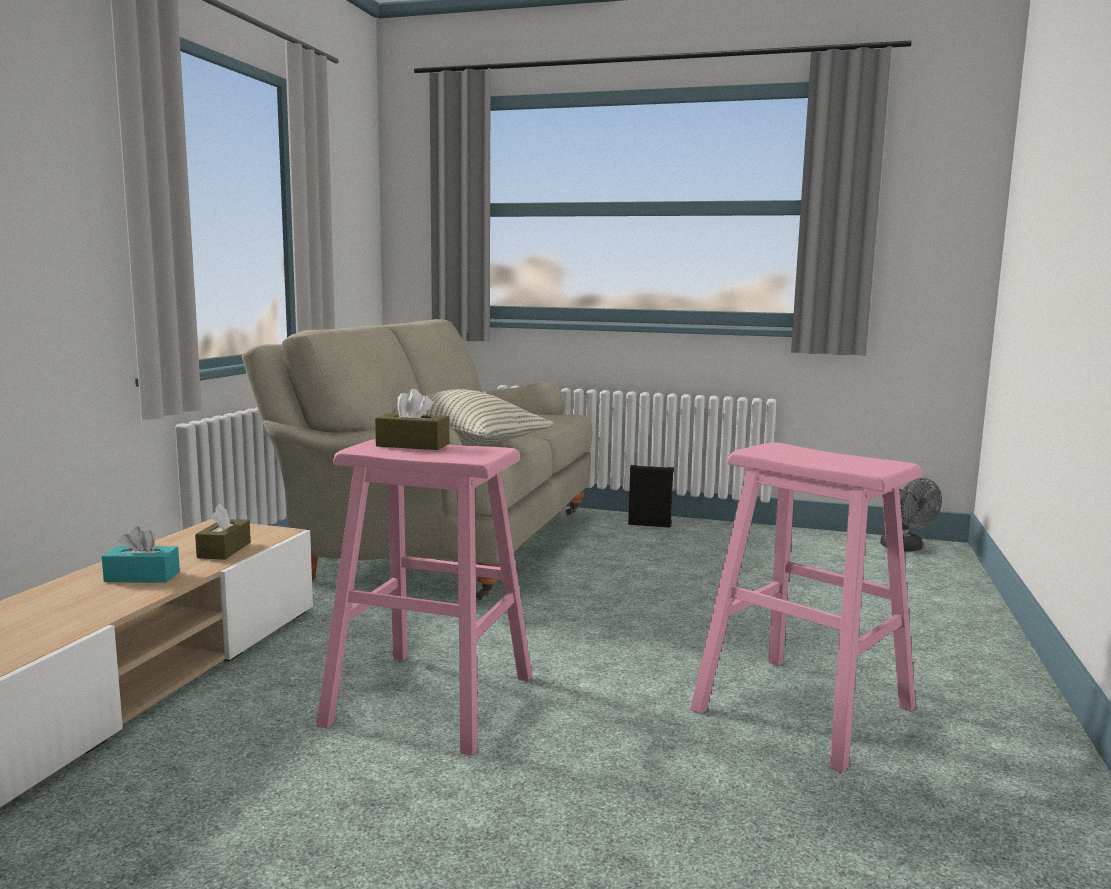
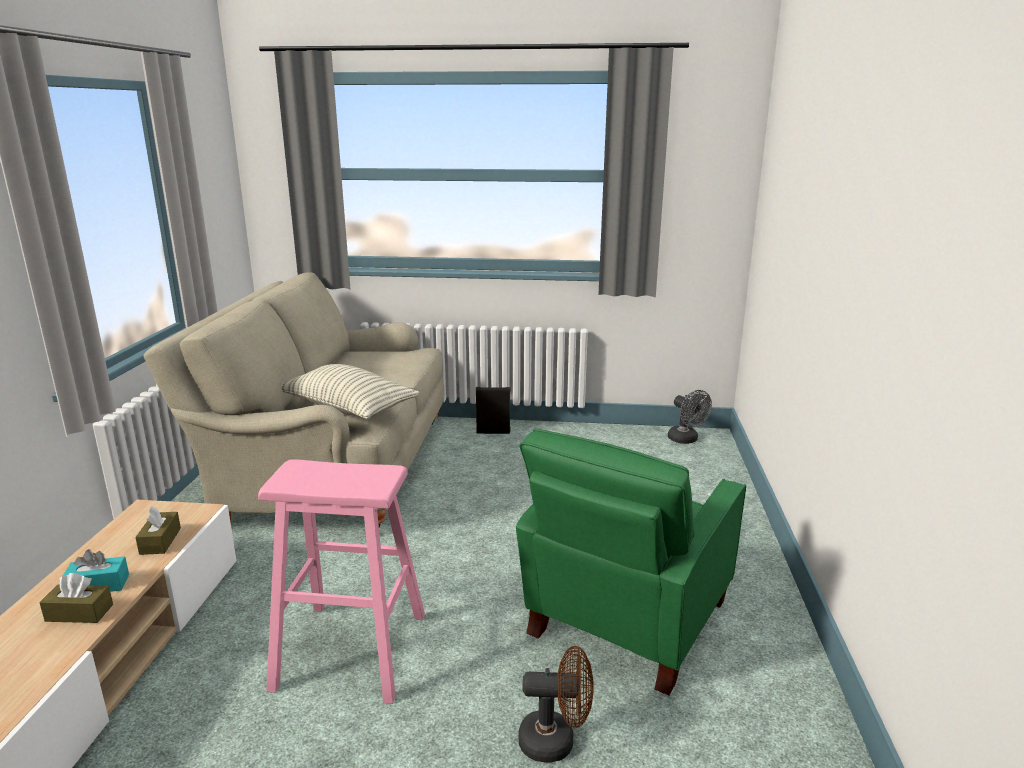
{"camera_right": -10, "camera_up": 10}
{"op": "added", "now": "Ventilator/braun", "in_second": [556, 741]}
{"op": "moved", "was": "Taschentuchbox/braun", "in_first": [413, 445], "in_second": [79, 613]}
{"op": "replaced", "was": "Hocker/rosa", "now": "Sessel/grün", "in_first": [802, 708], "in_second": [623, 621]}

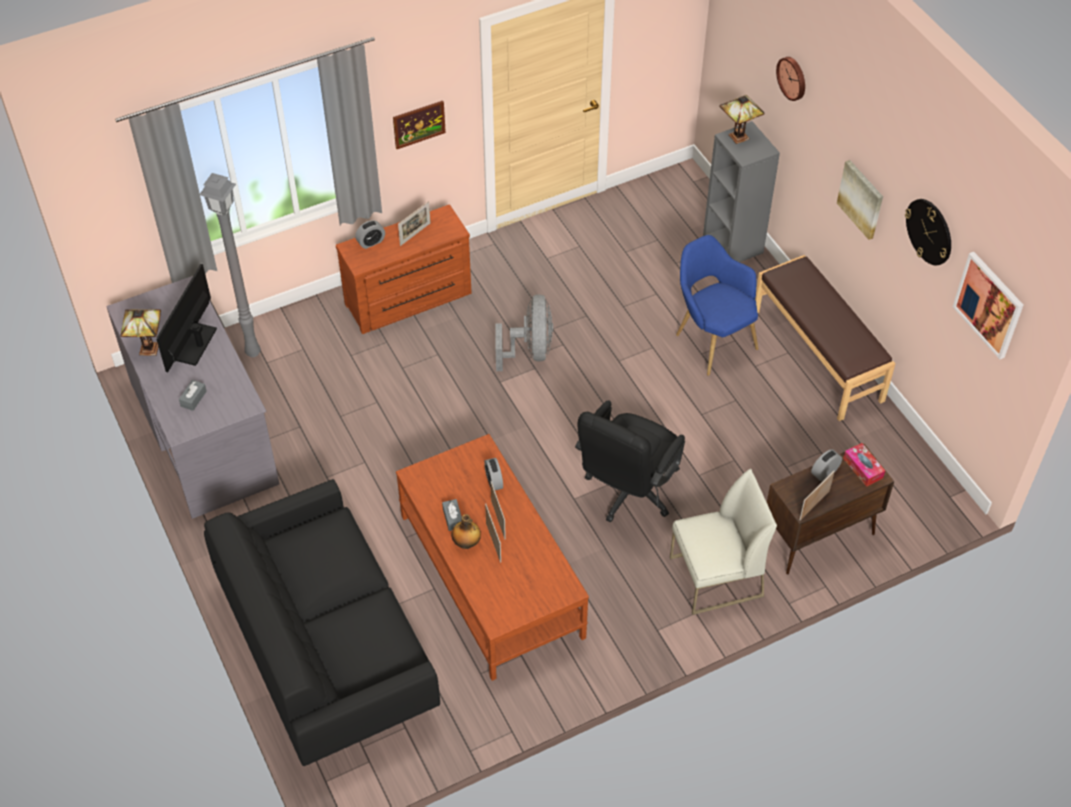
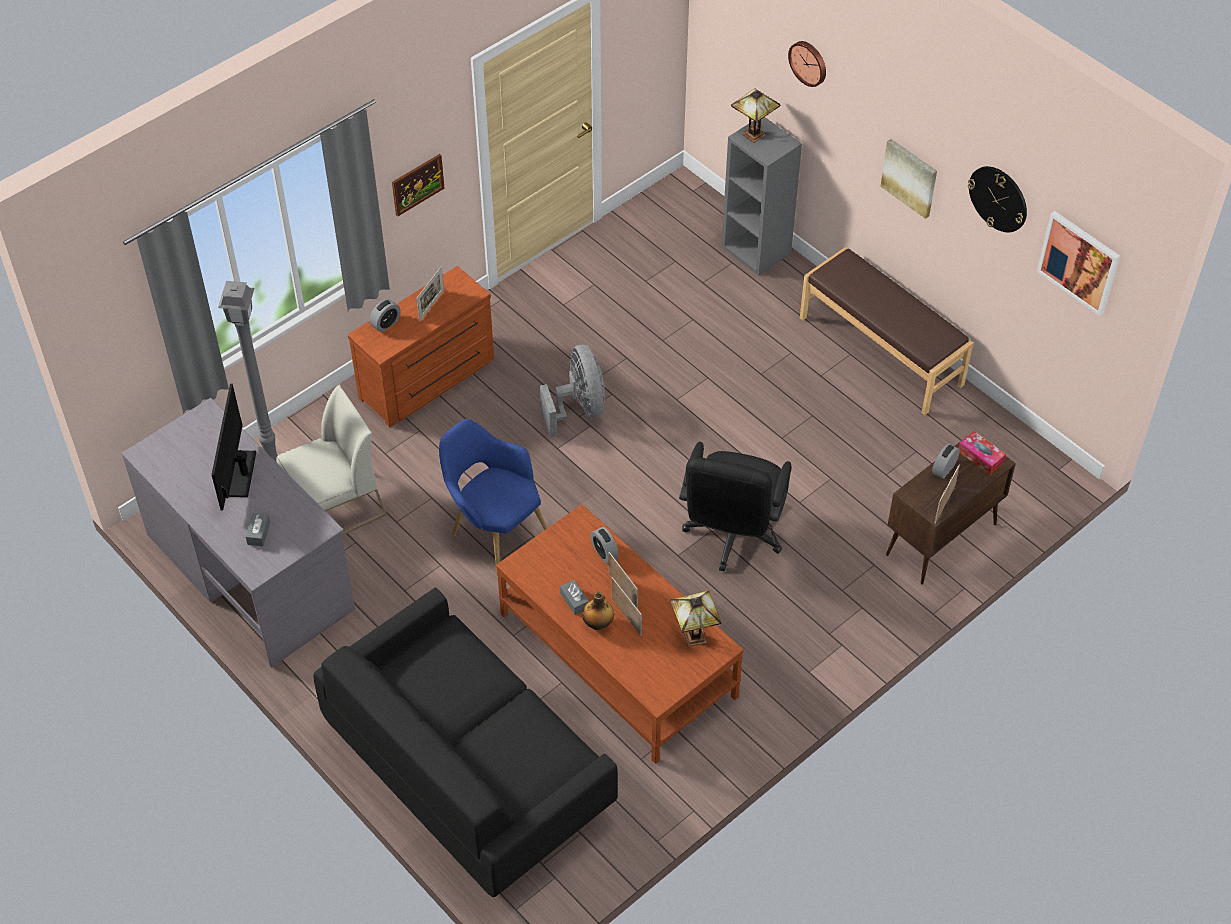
{"camera_right": -15, "camera_up": 0}
{"op": "moved", "was": "Tischlampe", "in_first": [147, 349], "in_second": [693, 638]}
{"op": "moved", "was": "Stuhl/weiß", "in_first": [715, 577], "in_second": [335, 507]}
{"op": "moved", "was": "Sessel/blau", "in_first": [711, 339], "in_second": [493, 532]}

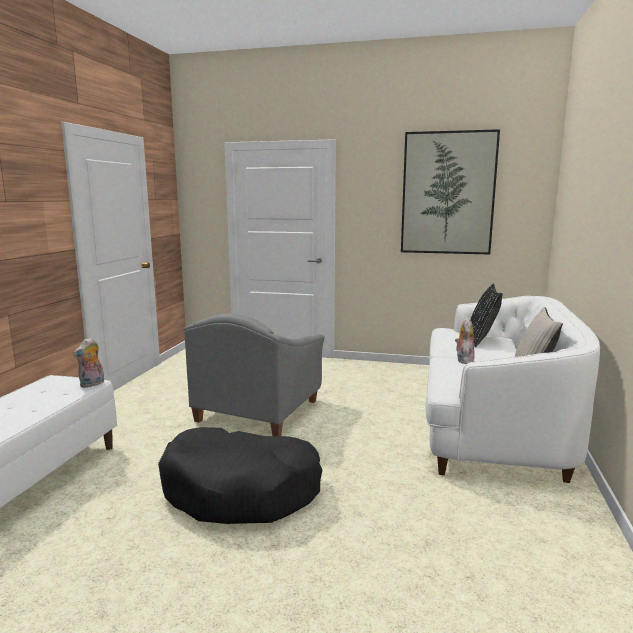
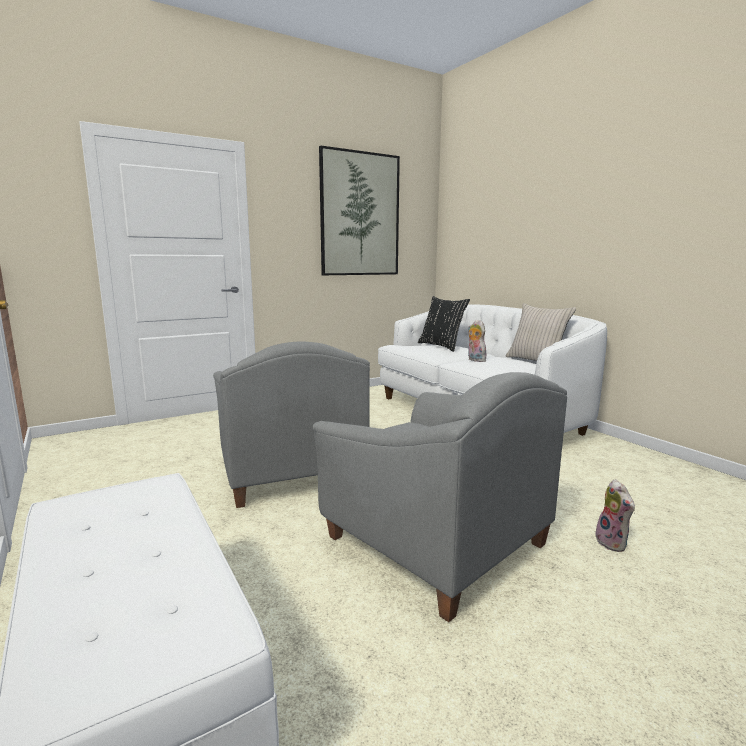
{"camera_right": -45, "camera_up": 0}
{"op": "moved", "was": "Plüschtier", "in_first": [92, 384], "in_second": [613, 543]}
{"op": "replaced", "was": "Hundebett/schwarz", "now": "Sessel/grau", "in_first": [241, 490], "in_second": [433, 543]}

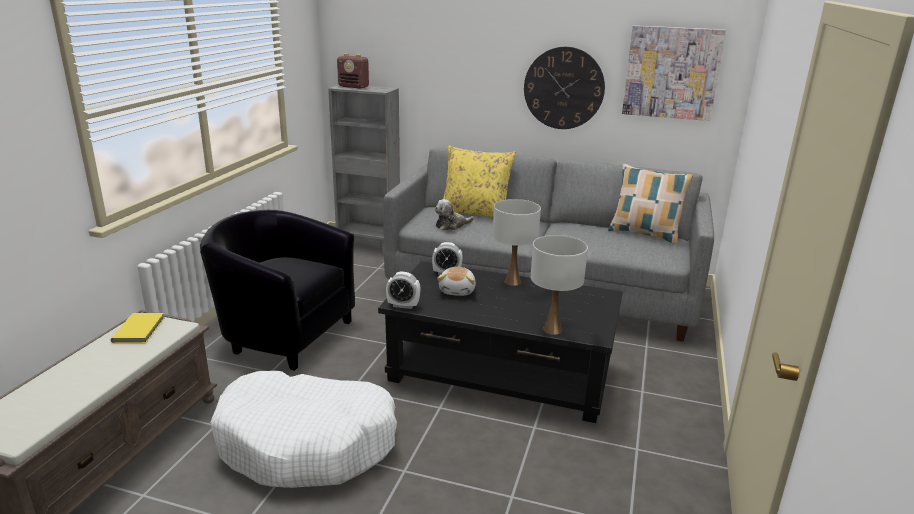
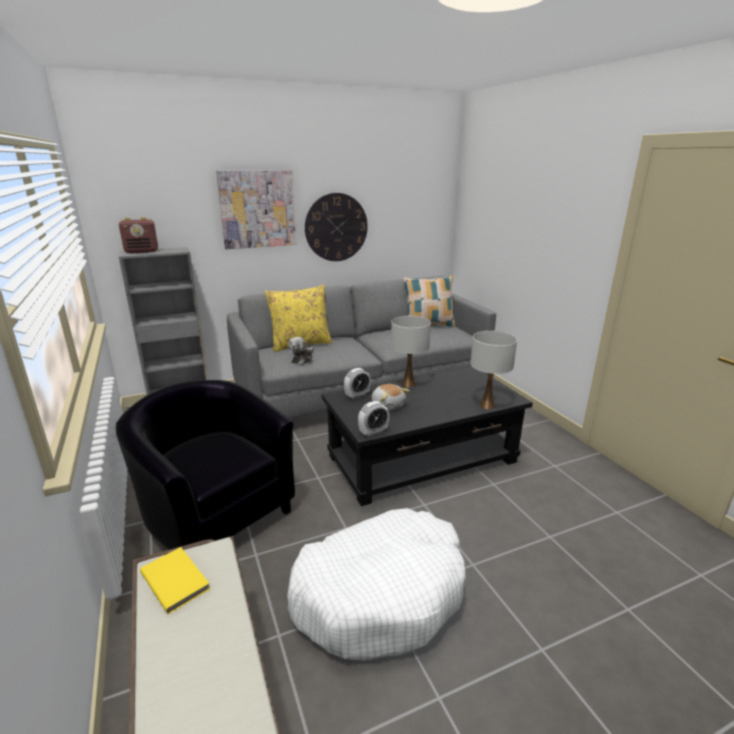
{"camera_right": -40, "camera_up": 0}
{"op": "moved", "was": "Bild", "in_first": [671, 73], "in_second": [257, 209]}
{"op": "turned", "was": "Sessel/schwarz", "in_first": [283, 334], "in_second": [215, 515], "clockwise": 60}

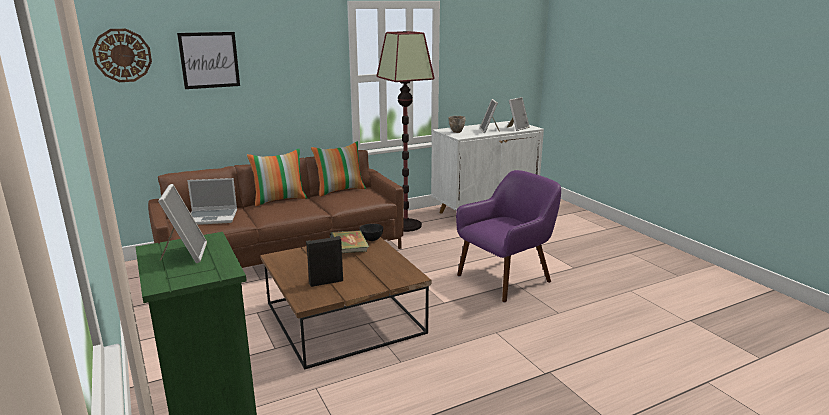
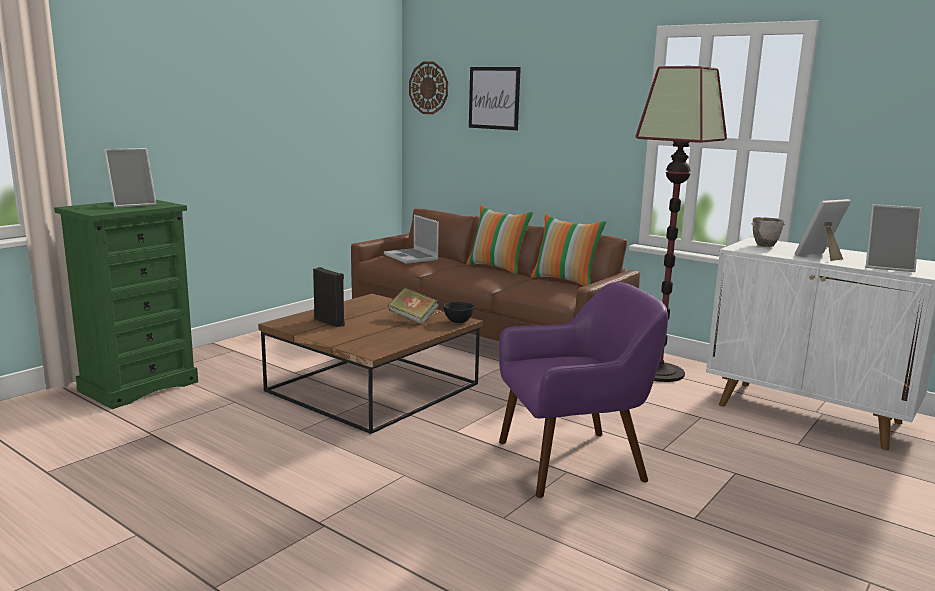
{"camera_right": 65, "camera_up": -5}
{"op": "turned", "was": "Sessel/lila", "in_first": [505, 279], "in_second": [573, 462], "clockwise": -45}

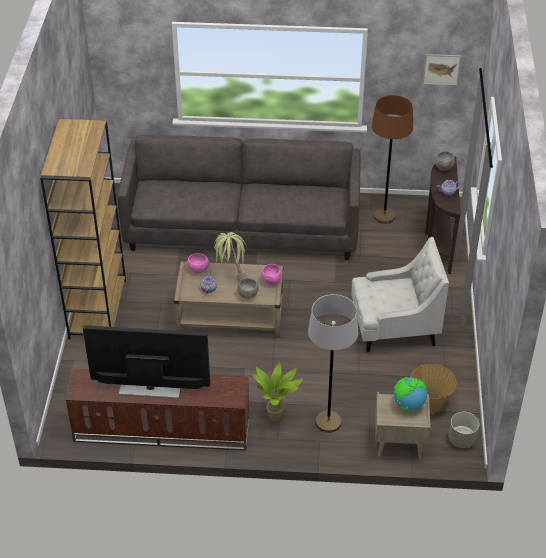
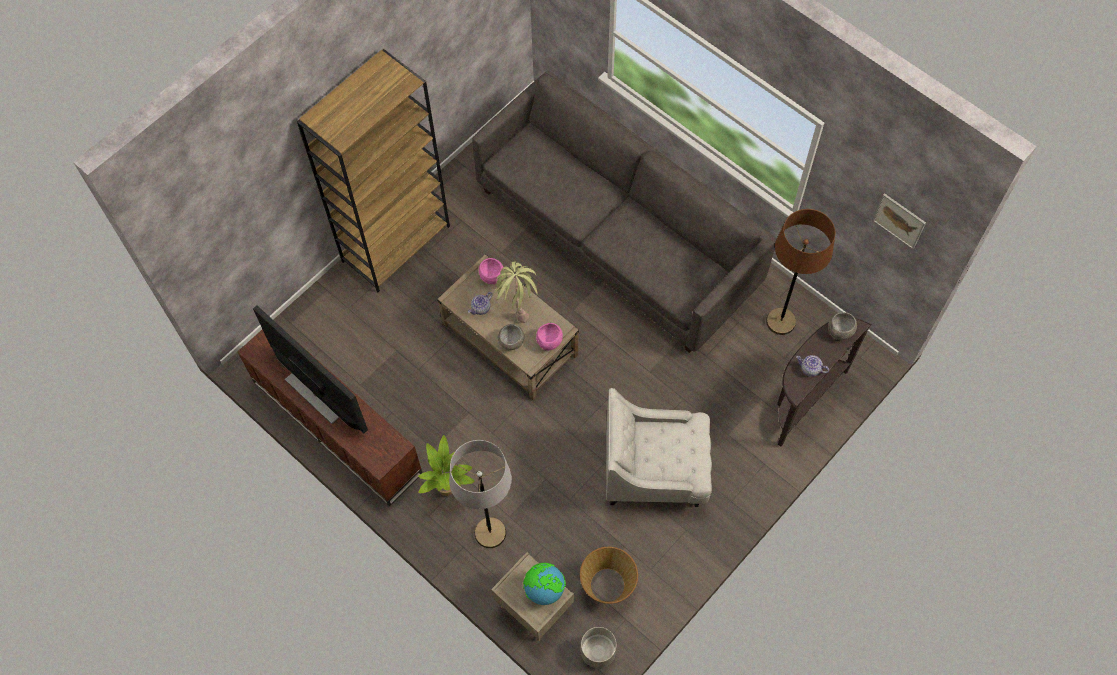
{"camera_right": 40, "camera_up": 20}
{"op": "turned", "was": "Sessel/weiß", "in_first": [394, 328], "in_second": [655, 472], "clockwise": 150}

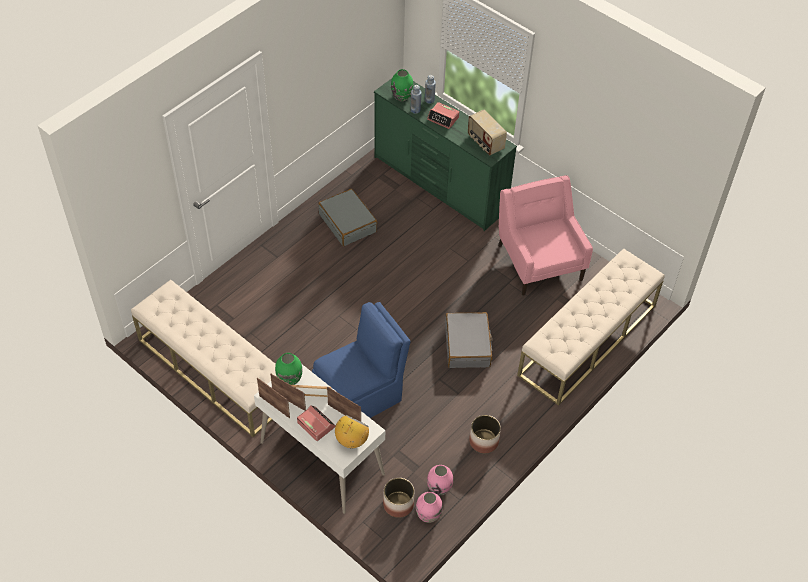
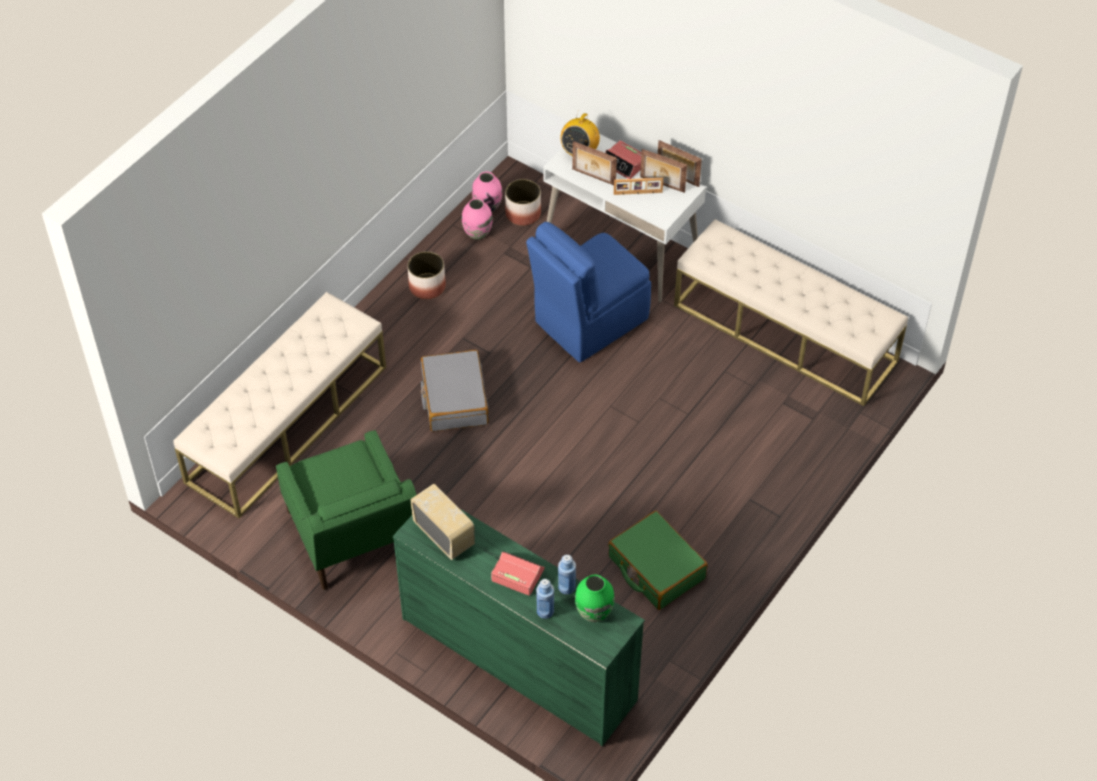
{"camera_right": 175, "camera_up": 0}
{"op": "removed", "was": "Vase/grün", "in_first": [289, 379]}
{"op": "recoloured", "was": "Koffer/grau", "now": "Koffer/grün", "in_first": [348, 223], "in_second": [656, 568]}
{"op": "recoloured", "was": "Sessel/rosa", "now": "Sessel/grün", "in_first": [539, 261], "in_second": [352, 536]}

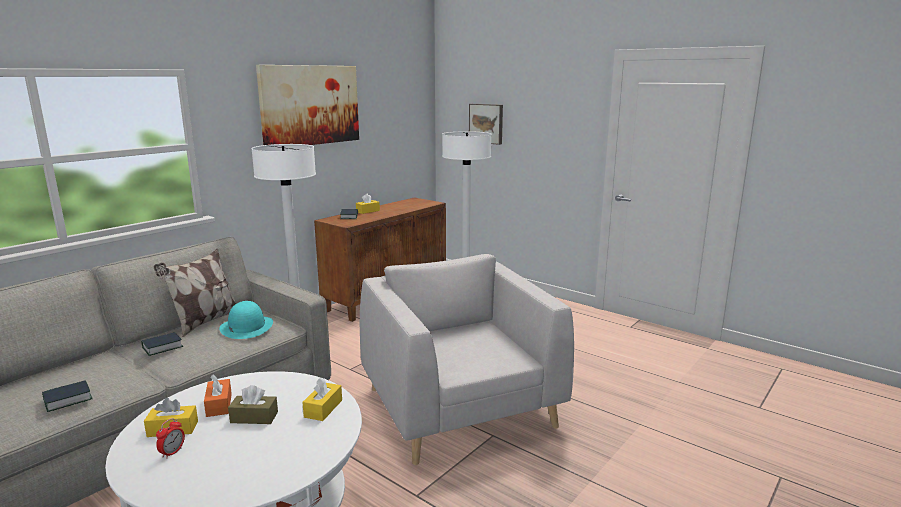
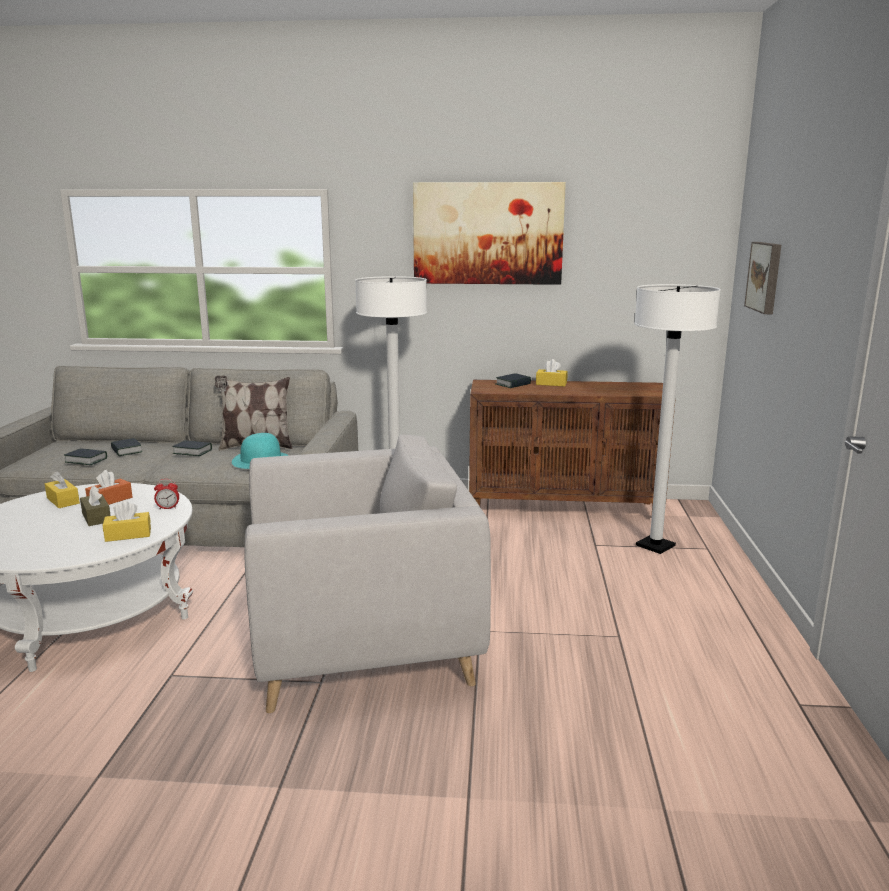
{"camera_right": 55, "camera_up": 0}
{"op": "added", "now": "Buch", "in_second": [126, 451]}
{"op": "moved", "was": "Wecker", "in_first": [172, 452], "in_second": [168, 508]}
{"op": "turned", "was": "Sessel/grau", "in_first": [459, 406], "in_second": [362, 640], "clockwise": 45}

